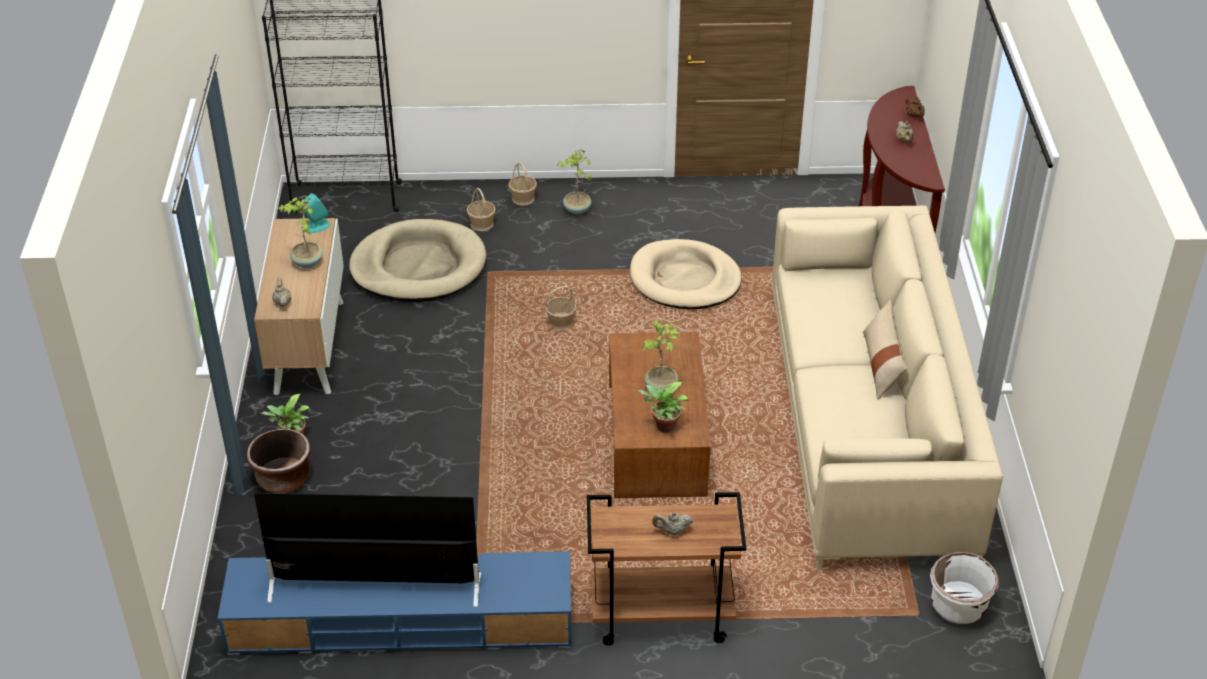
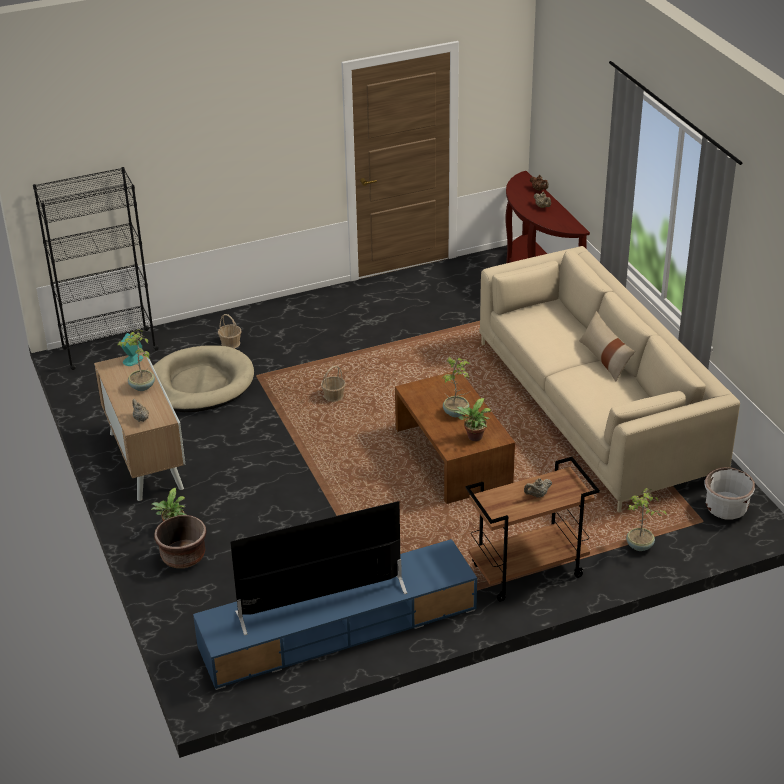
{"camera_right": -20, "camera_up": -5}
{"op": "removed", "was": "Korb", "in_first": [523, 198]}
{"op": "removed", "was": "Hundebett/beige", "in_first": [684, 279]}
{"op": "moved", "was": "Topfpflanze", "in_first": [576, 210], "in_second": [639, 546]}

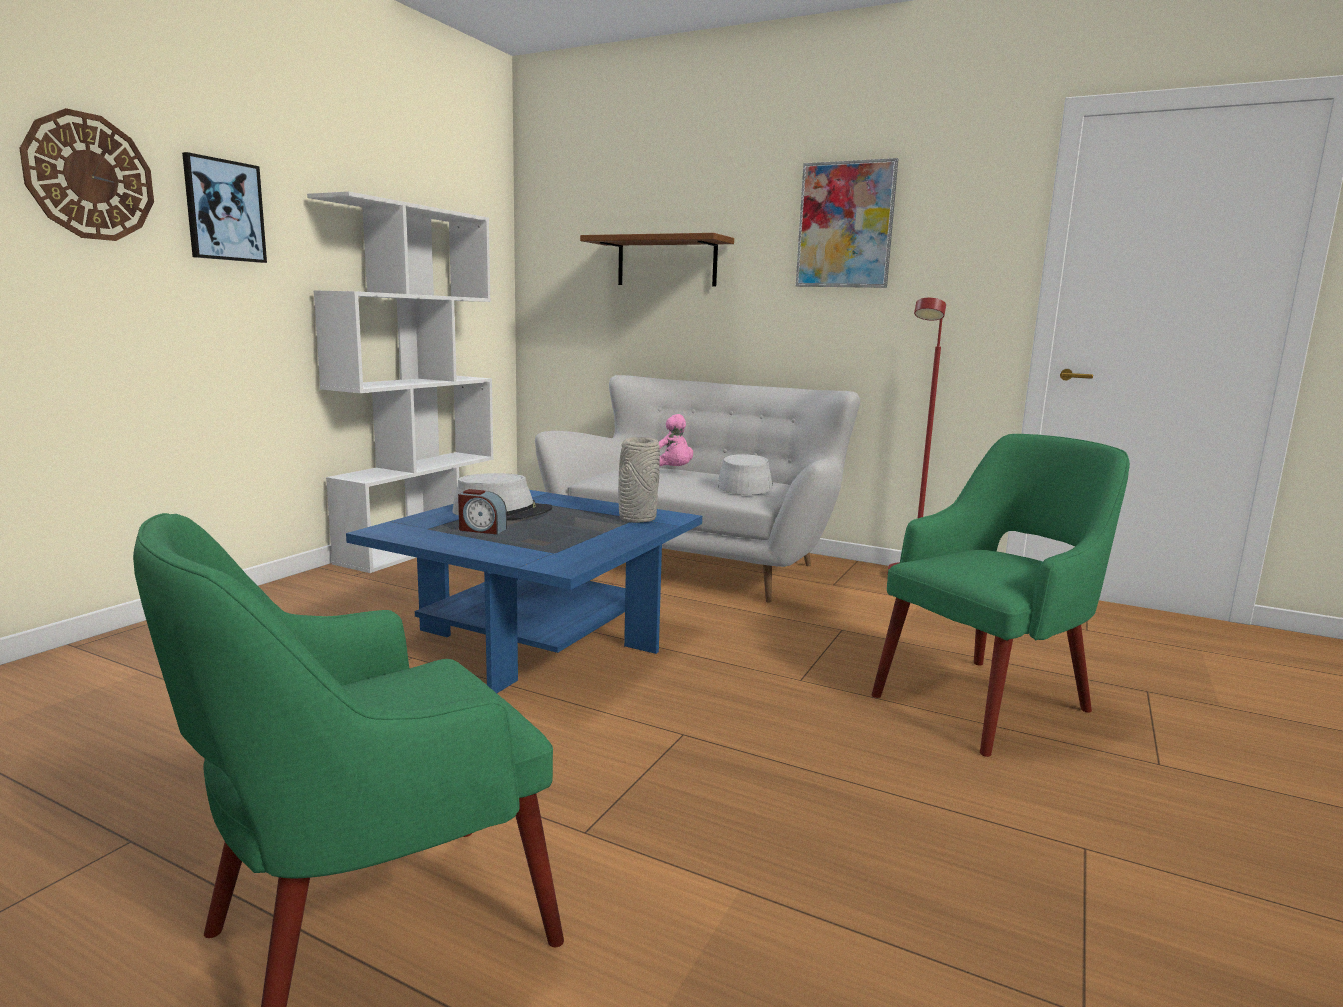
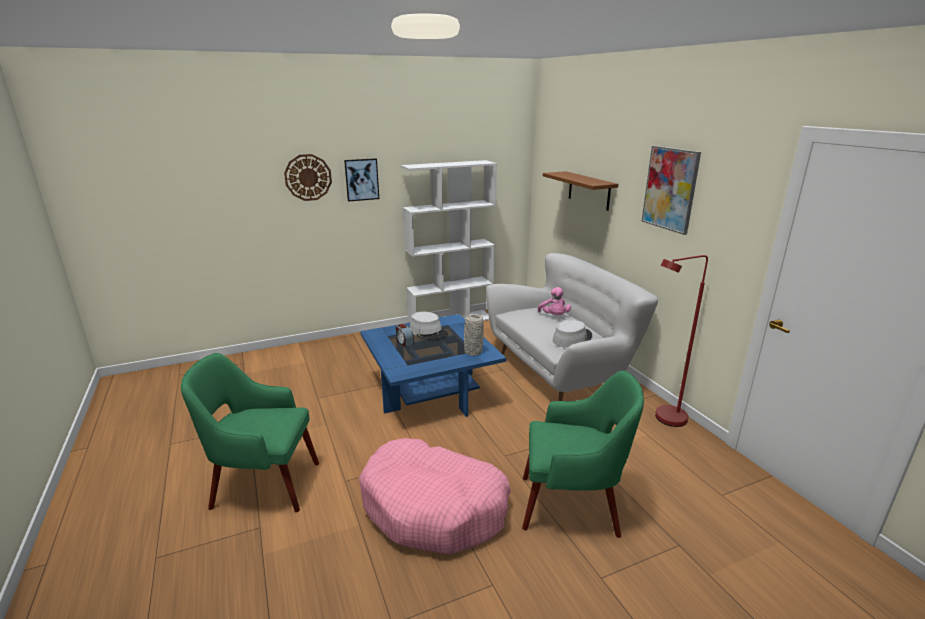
{"camera_right": 40, "camera_up": 10}
{"op": "added", "now": "Hundebett/rosa", "in_second": [434, 507]}

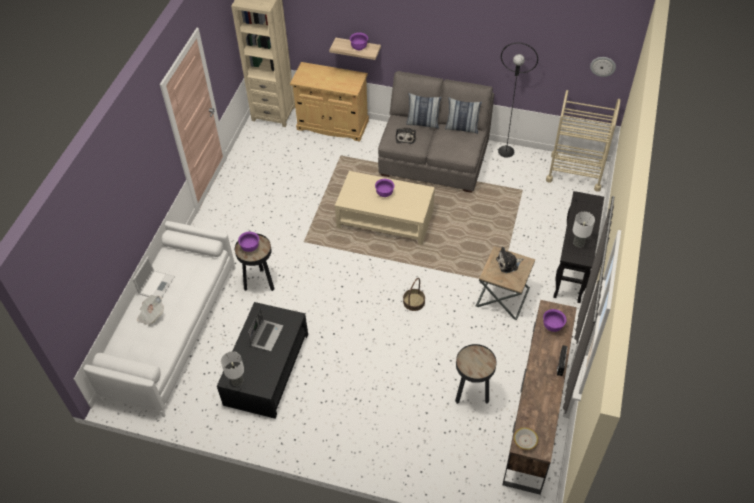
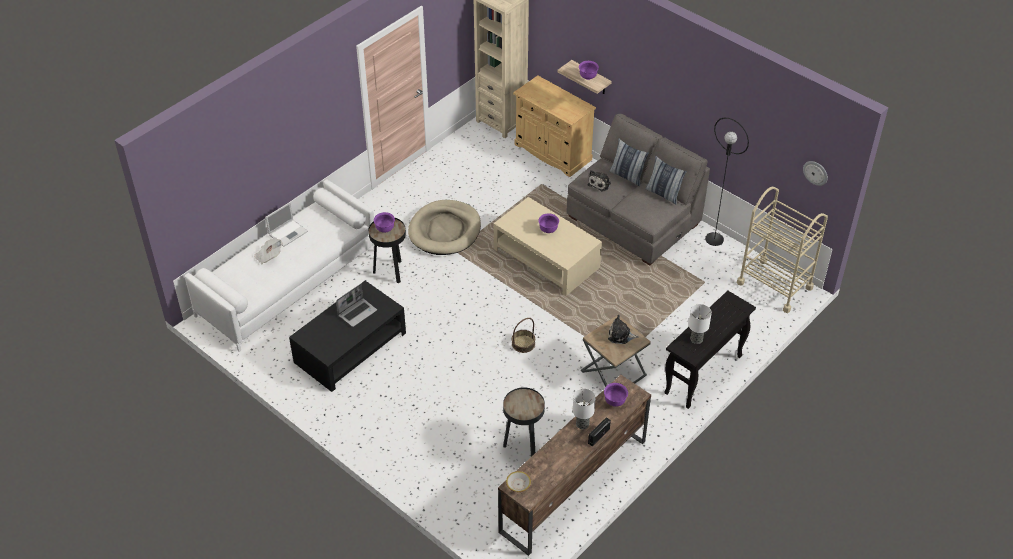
{"camera_right": 25, "camera_up": -5}
{"op": "added", "now": "Hundebett/beige", "in_second": [445, 230]}
{"op": "moved", "was": "Tischlampe", "in_first": [237, 380], "in_second": [582, 424]}

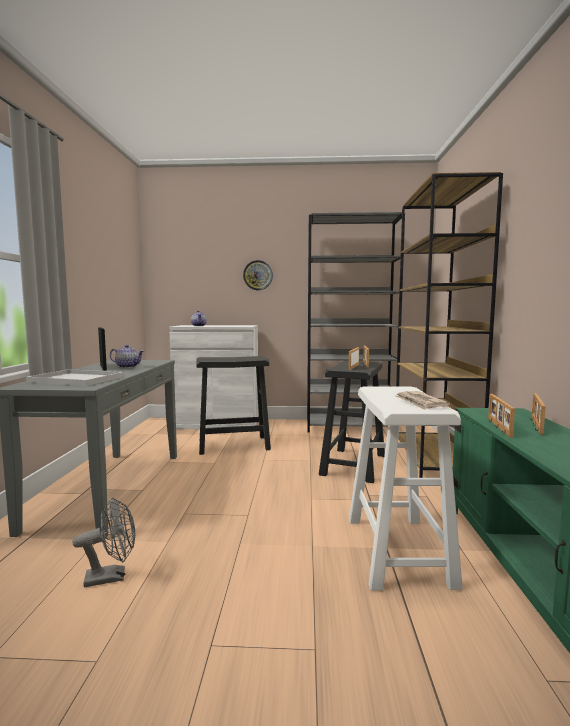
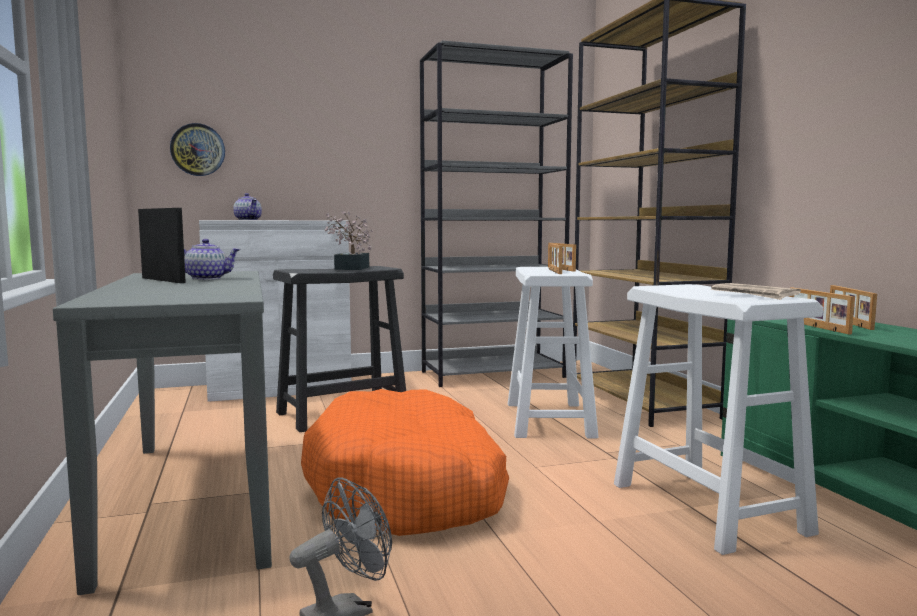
{"camera_right": -20, "camera_up": 0}
{"op": "removed", "was": "Tablett/weiß", "in_first": [78, 379]}
{"op": "added", "now": "Hundebett/orange", "in_second": [408, 489]}
{"op": "added", "now": "Topfpflanze", "in_second": [350, 268]}
{"op": "moved", "was": "Wanduhr", "in_first": [258, 275], "in_second": [198, 150]}
{"op": "recoloured", "was": "Hocker/schwarz", "now": "Hocker/weiß", "in_first": [353, 465], "in_second": [549, 420]}

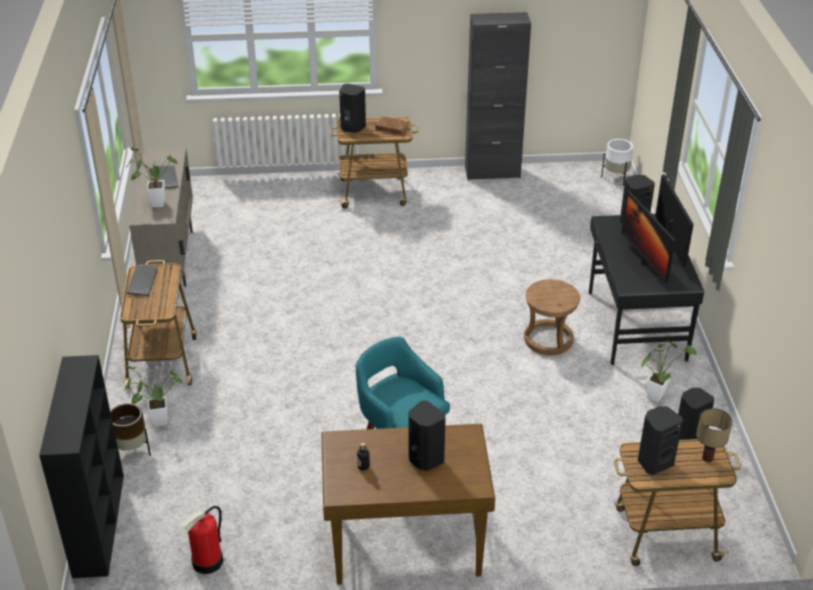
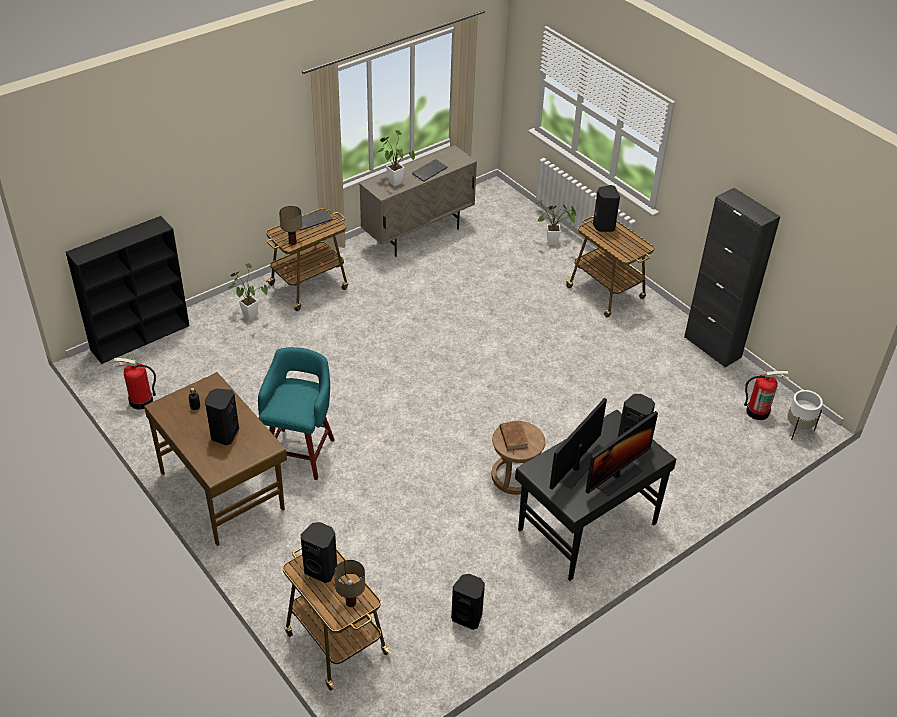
{"camera_right": 55, "camera_up": 5}
{"op": "removed", "was": "Pflanzkübel/braun", "in_first": [132, 451]}
{"op": "added", "now": "Tischlampe", "in_second": [292, 242]}
{"op": "added", "now": "Feuerlöscher", "in_second": [757, 411]}
{"op": "moved", "was": "Buch/braun", "in_first": [392, 127], "in_second": [513, 438]}
{"op": "moved", "was": "Topfpflanze", "in_first": [657, 394], "in_second": [555, 242]}

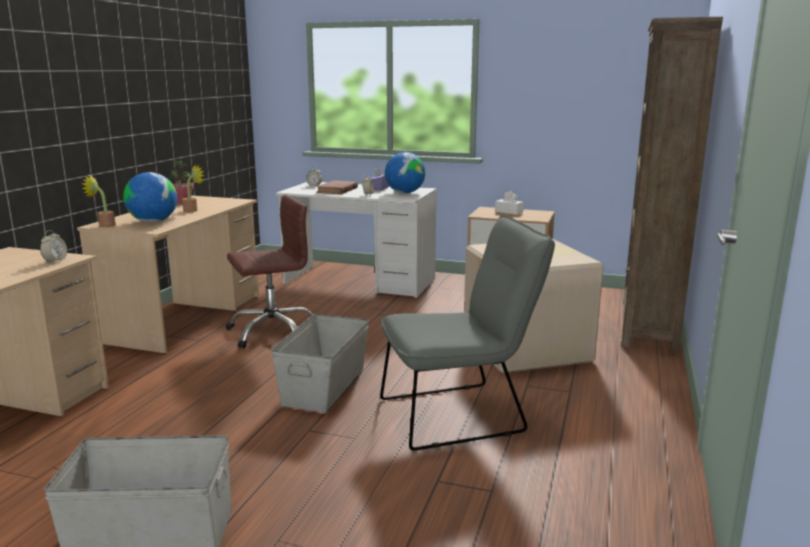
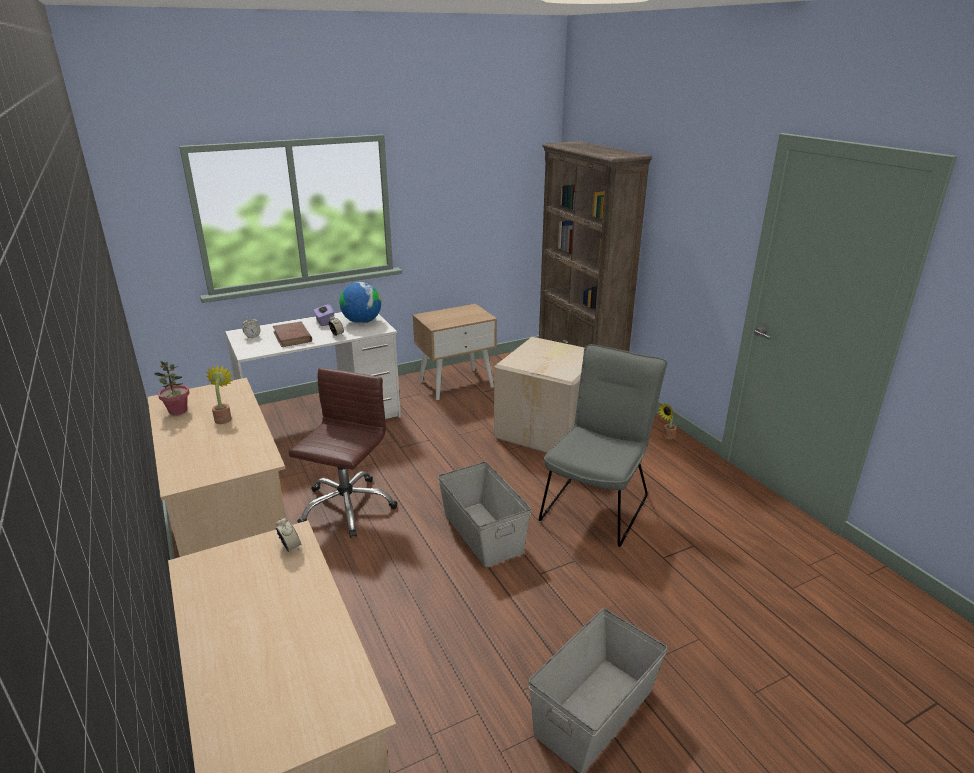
{"camera_right": -45, "camera_up": 10}
{"op": "removed", "was": "Globus", "in_first": [153, 222]}
{"op": "removed", "was": "Taschentuchbox/weiß", "in_first": [508, 212]}
{"op": "moved", "was": "Topfpflanze", "in_first": [104, 225], "in_second": [667, 437]}

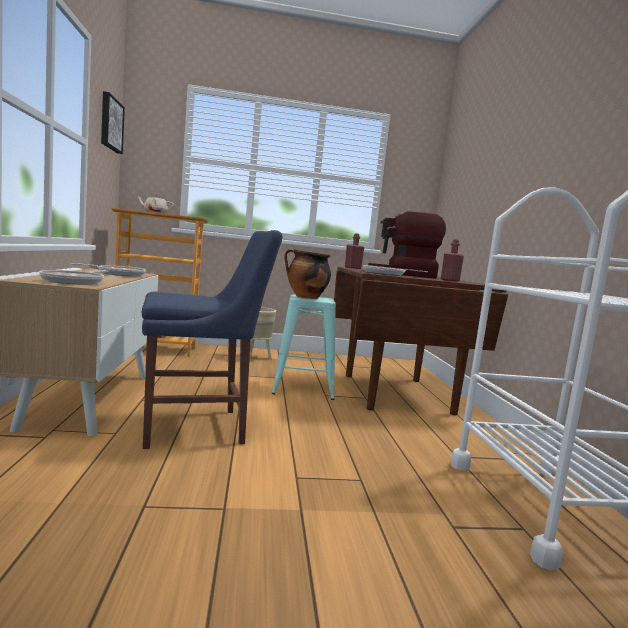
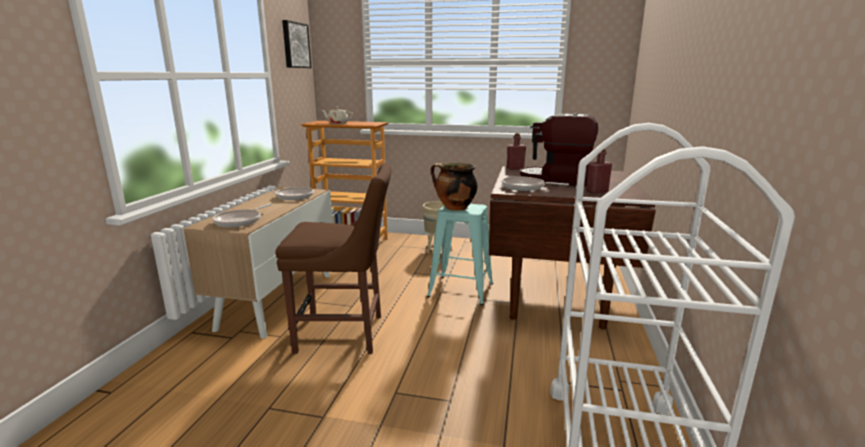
{"camera_right": 20, "camera_up": 10}
{"op": "recoloured", "was": "Stuhl/blau", "now": "Stuhl/braun", "in_first": [199, 427], "in_second": [345, 334]}

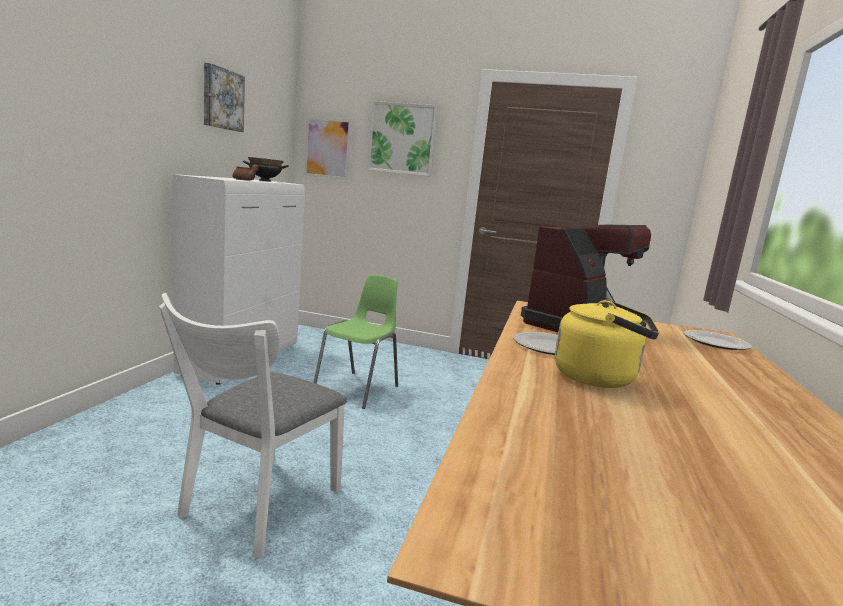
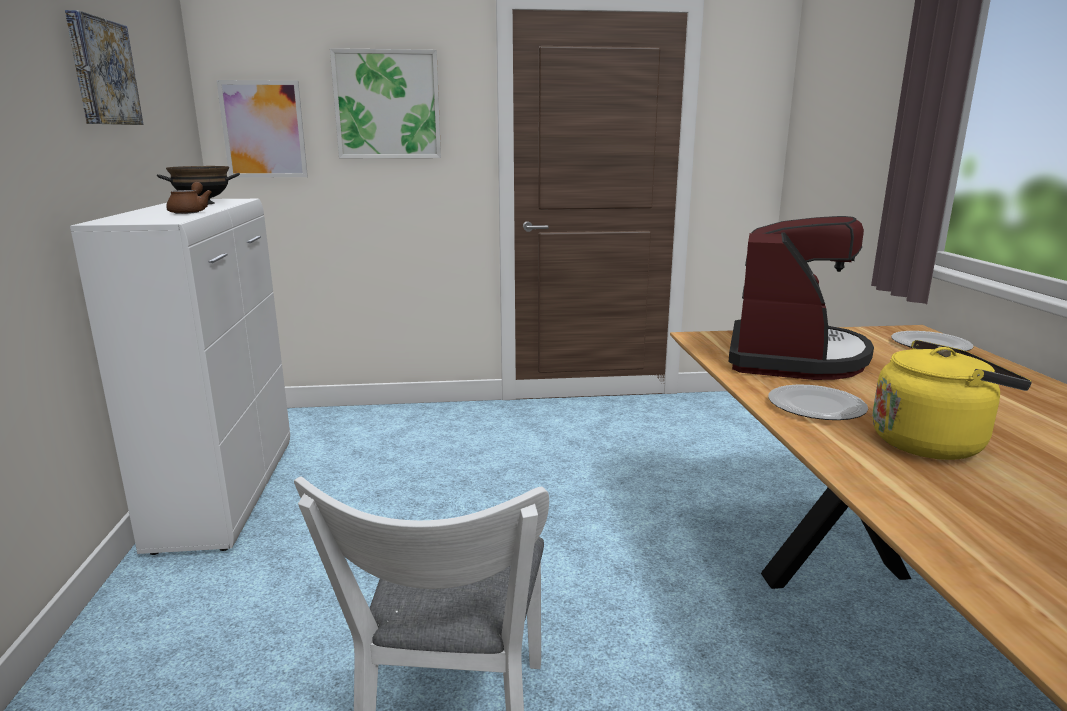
{"camera_right": -20, "camera_up": 5}
{"op": "removed", "was": "Stuhl/grün", "in_first": [358, 389]}

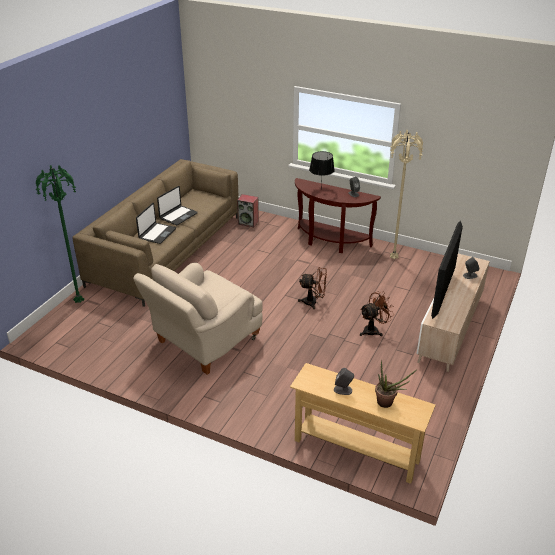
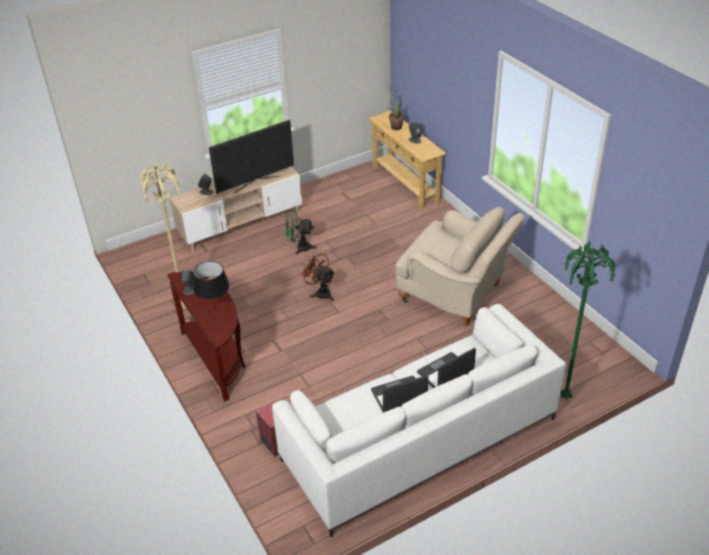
{"camera_right": -145, "camera_up": 5}
{"op": "recoloured", "was": "Sofa/braun", "now": "Sofa/weiß", "in_first": [167, 250], "in_second": [419, 439]}
{"op": "recoloured", "was": "Ventilator/braun", "now": "Ventilator/grün", "in_first": [373, 330], "in_second": [299, 247]}
{"op": "turned", "was": "Sessel/beige", "in_first": [203, 343], "in_second": [455, 294], "clockwise": 45}

